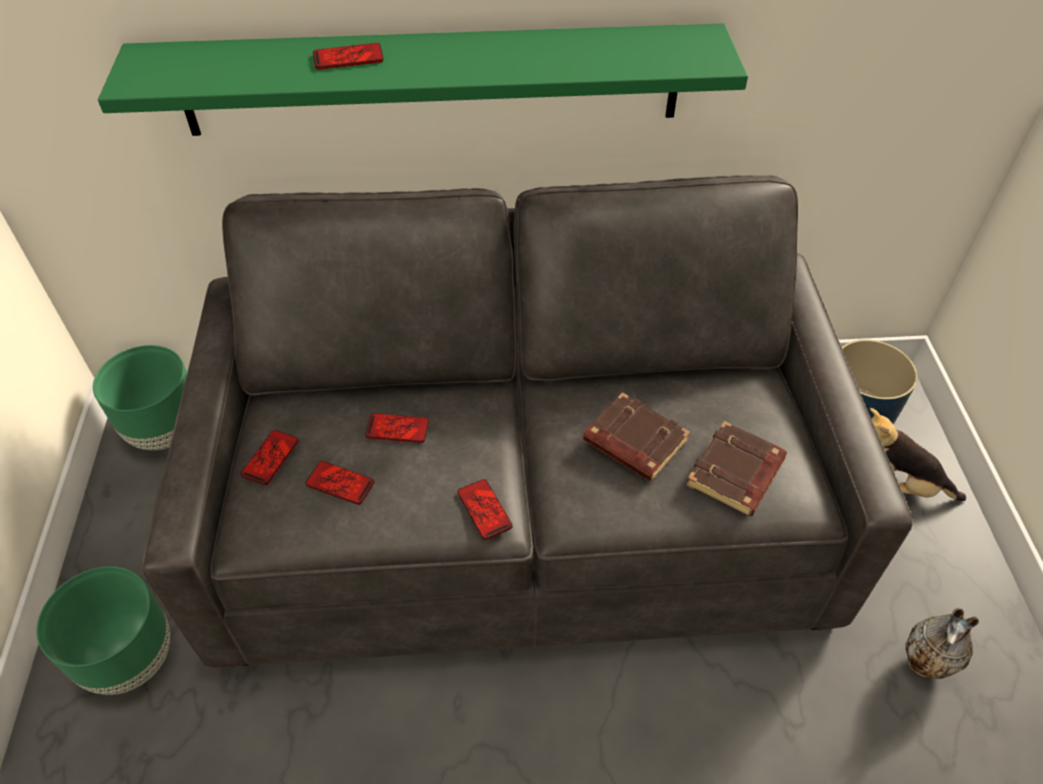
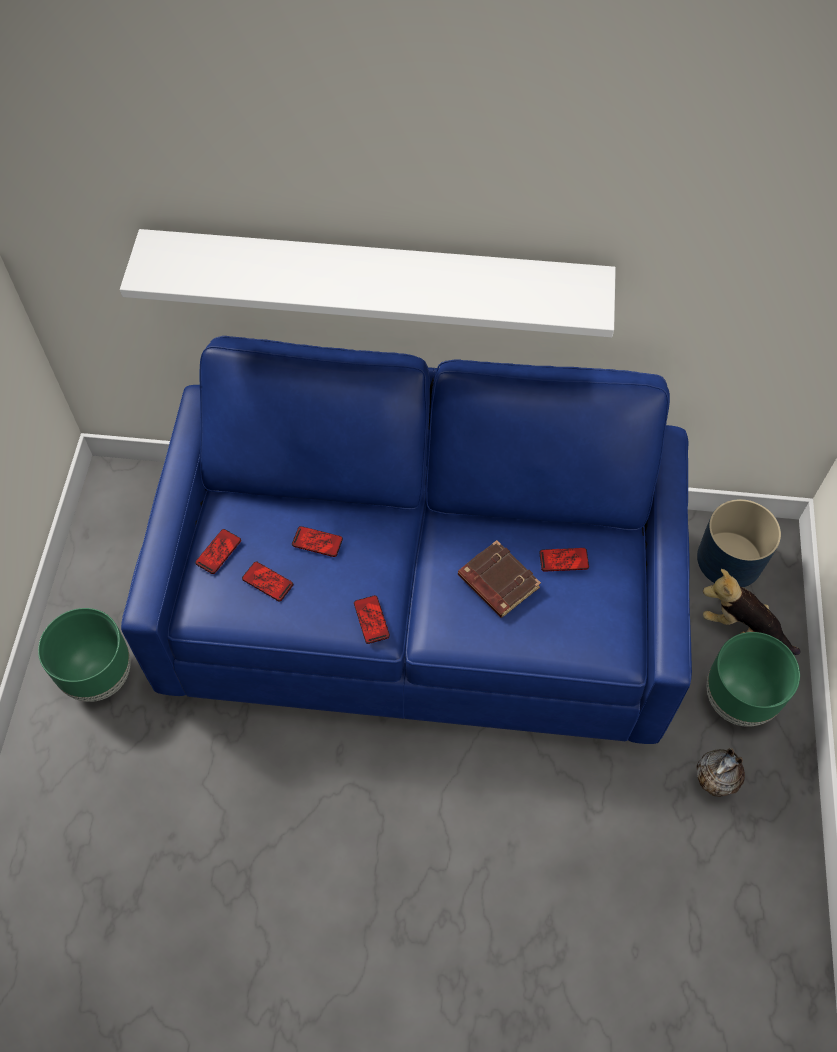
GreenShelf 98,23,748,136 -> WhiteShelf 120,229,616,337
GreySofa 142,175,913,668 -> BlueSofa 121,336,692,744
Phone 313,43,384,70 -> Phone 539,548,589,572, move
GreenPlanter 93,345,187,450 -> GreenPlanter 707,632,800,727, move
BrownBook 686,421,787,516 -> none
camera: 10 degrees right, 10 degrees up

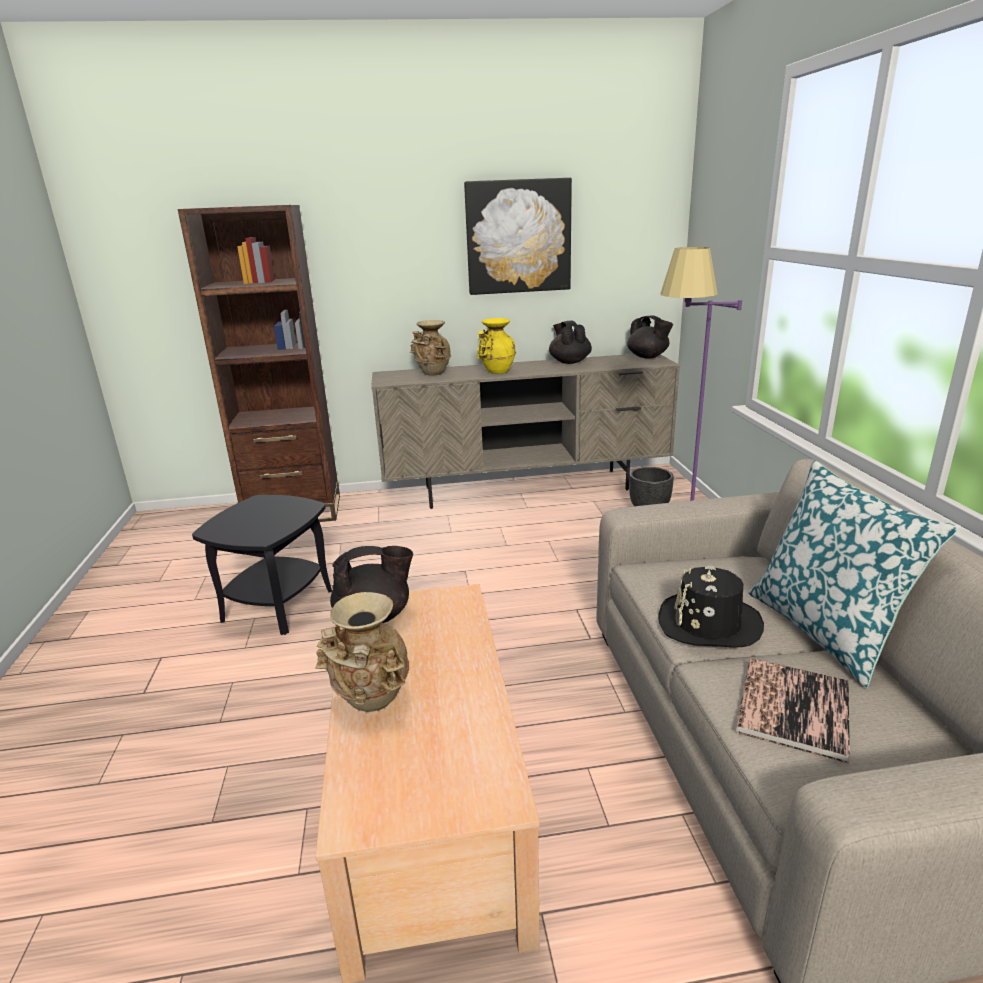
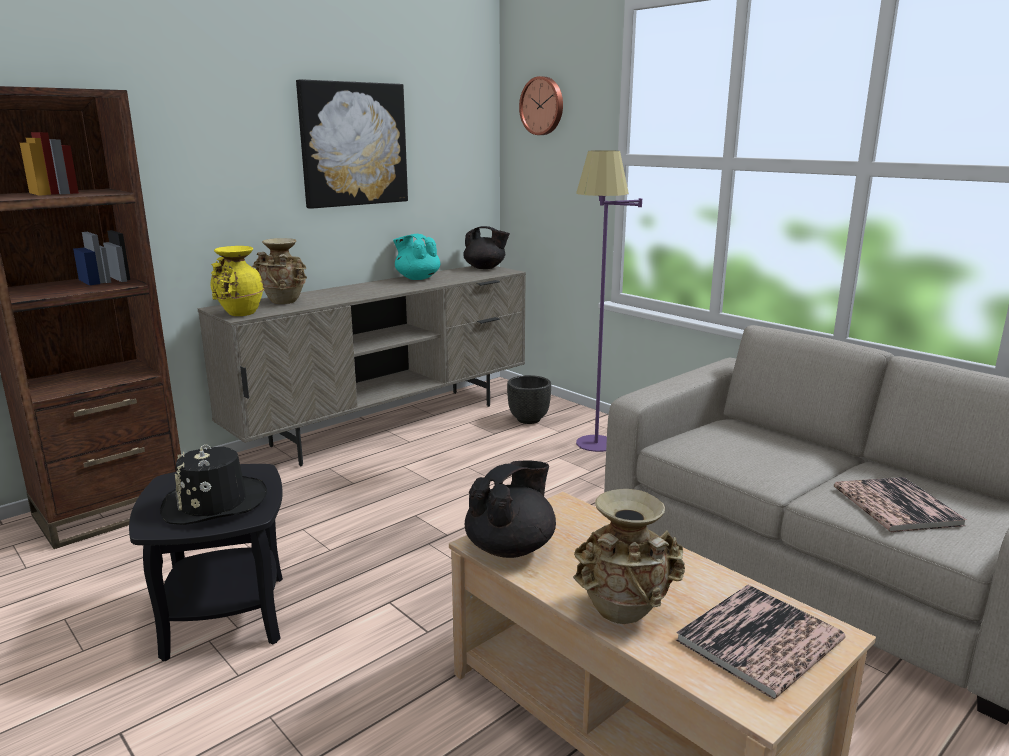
BlackHat 658,565,764,648 -> BlackHat 160,444,267,525, move
YellowVase 477,318,516,374 -> YellowVase 211,246,265,316, move
BlackTeapot 549,320,592,364 -> TurquoiseTeapot 393,234,440,280
none -> WallClock 519,76,563,135
none -> Book 676,584,845,699
Pillow 749,460,959,688 -> none
camera: 35 degrees left, 5 degrees down

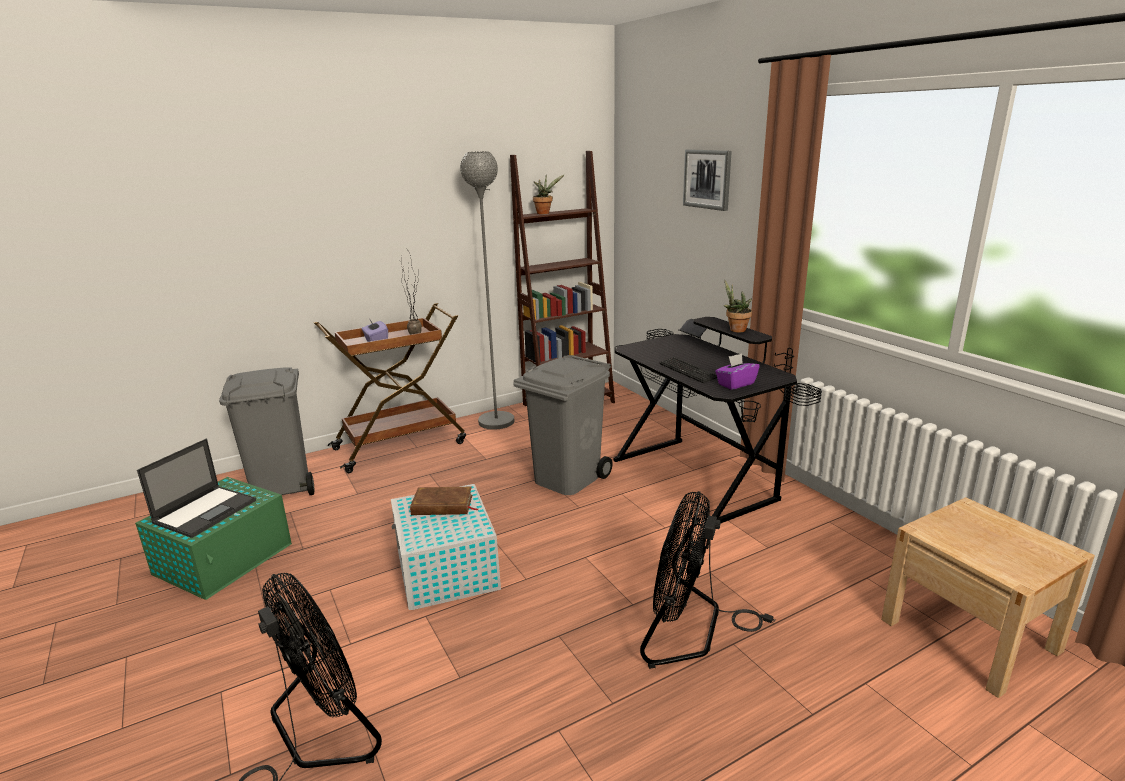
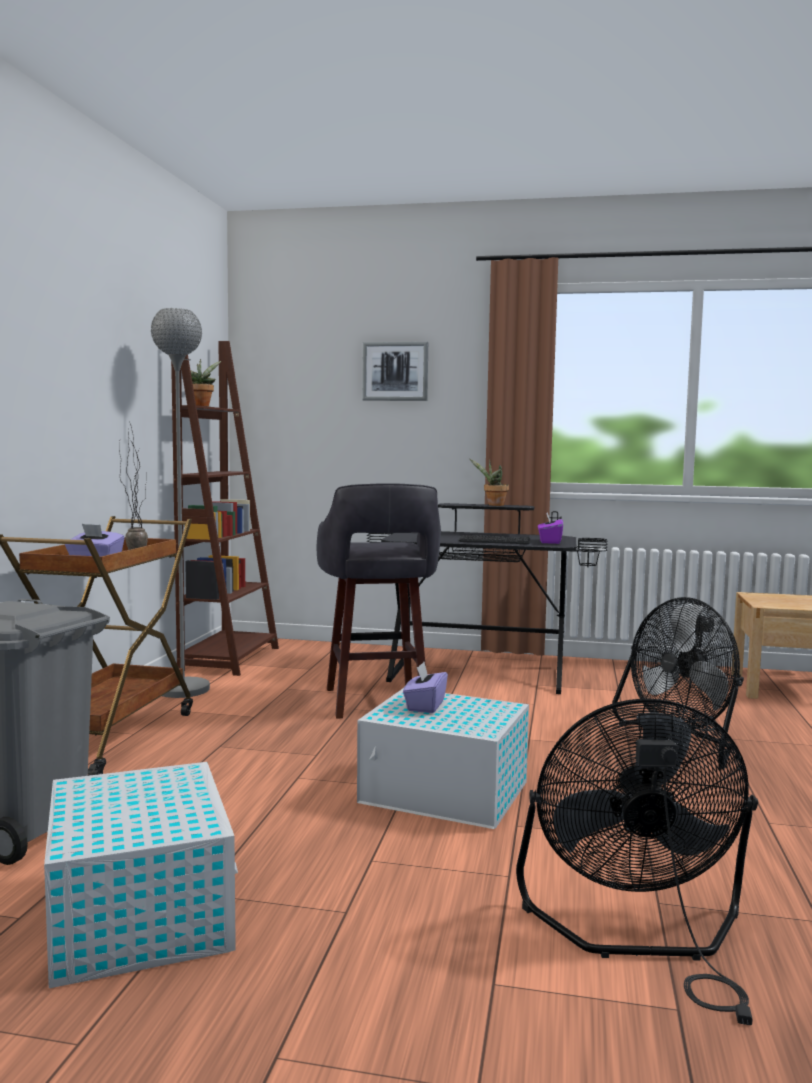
GreenStorageBox 135,477,292,600 -> WhiteStorageBox 44,762,238,988
GreyTrashCan 513,355,613,495 -> GreyStool 317,483,441,719
BrownBook 410,487,478,515 -> PurpleTissueBox 403,662,448,713
Laptop 137,438,256,538 -> none
camera: 50 degrees left, 15 degrees down

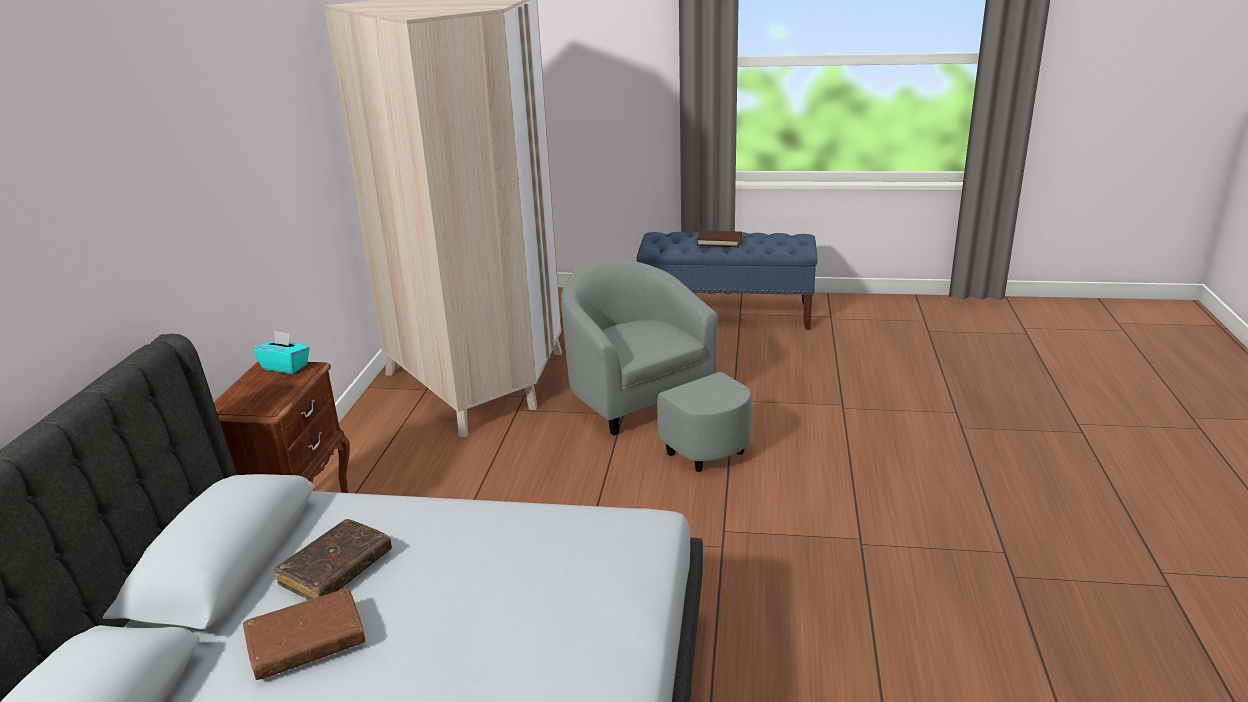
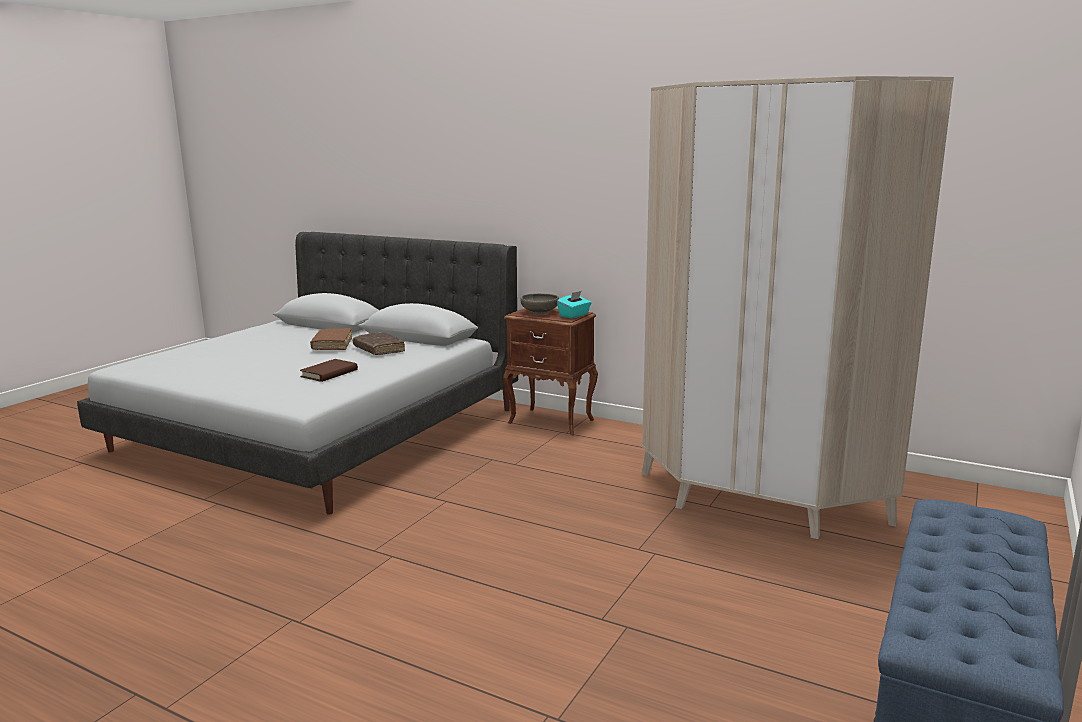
BrownBook 697,230,742,247 -> BrownBook 300,359,358,382, move
none -> GreyBowl 520,293,559,314
GreyArmchair 561,260,751,472 -> none
camera: 110 degrees right, 10 degrees down

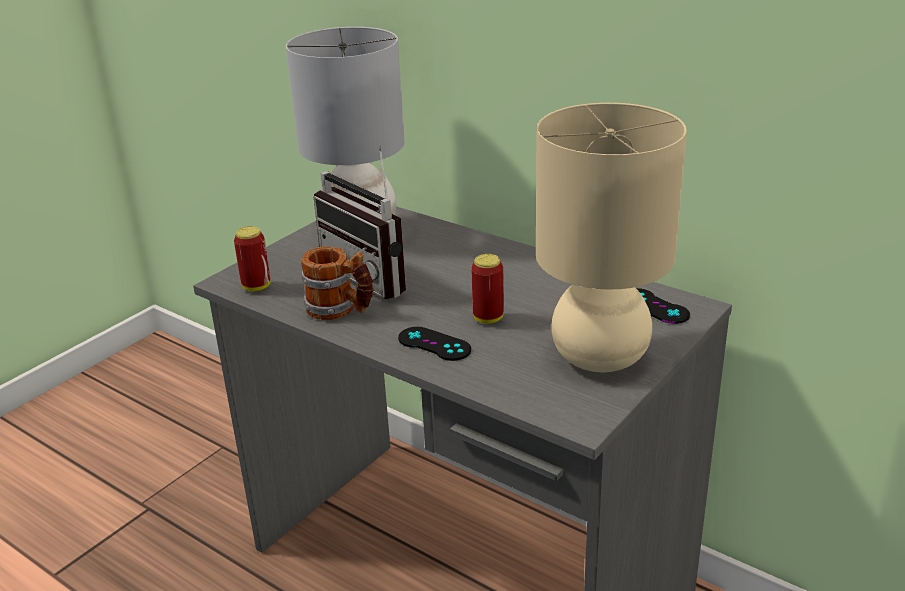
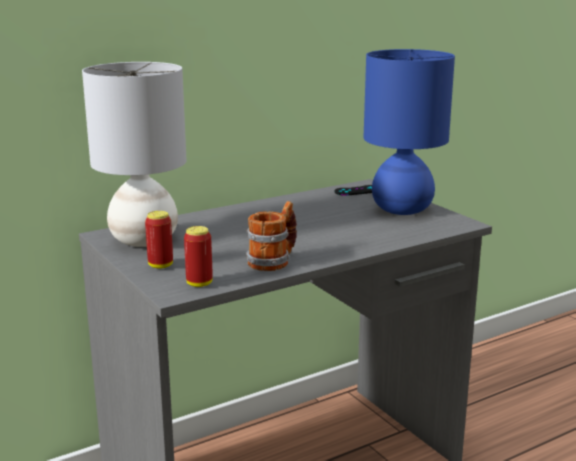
Can 471,254,504,324 -> Can 145,211,173,269, move
BeigeTableLamp 536,103,687,372 -> BlueTableLamp 363,49,455,215
Radio 314,144,406,299 -> none
BlackGameController 398,327,471,361 -> none
camera: 70 degrees left, 10 degrees down

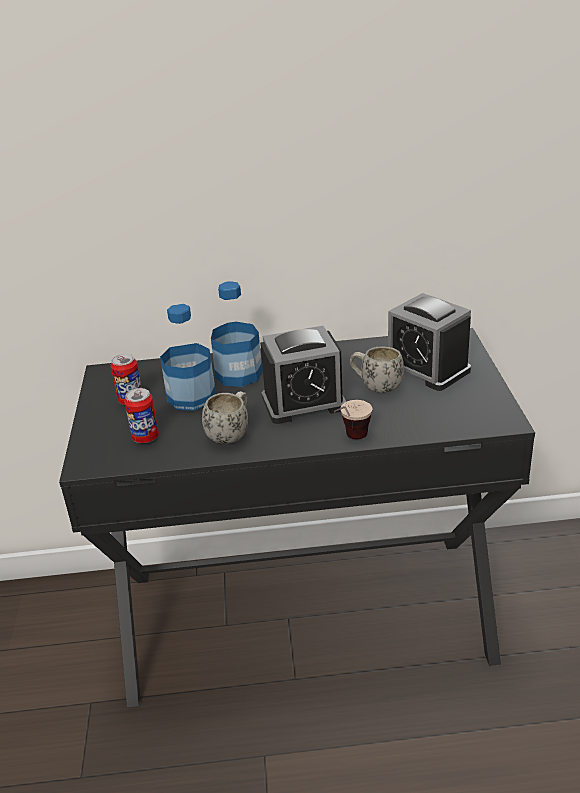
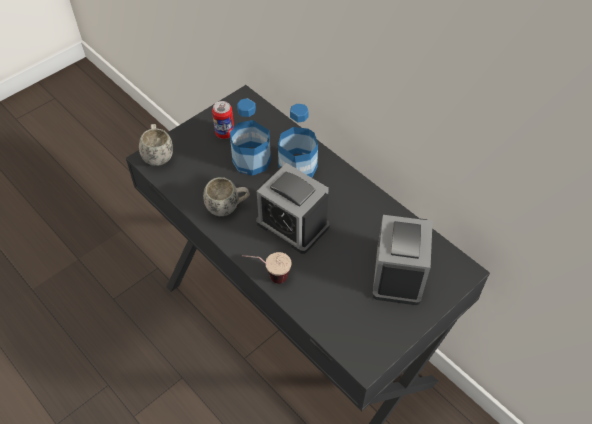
WhiteMug 350,346,404,393 -> WhiteMug 139,124,173,166, move
Can 124,388,159,443 -> none
camera: 50 degrees right, 20 degrees up

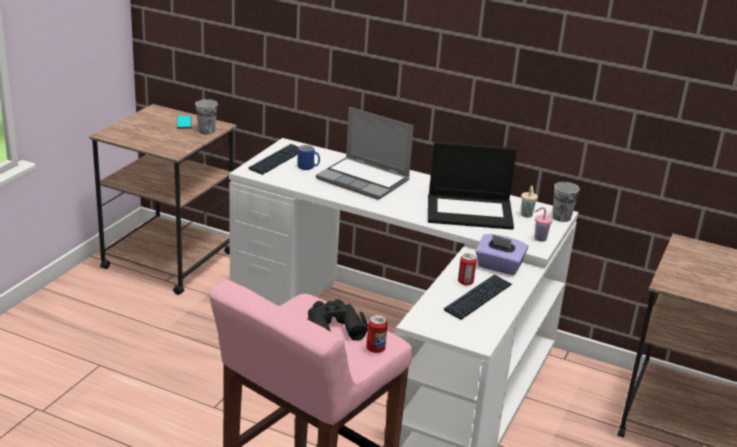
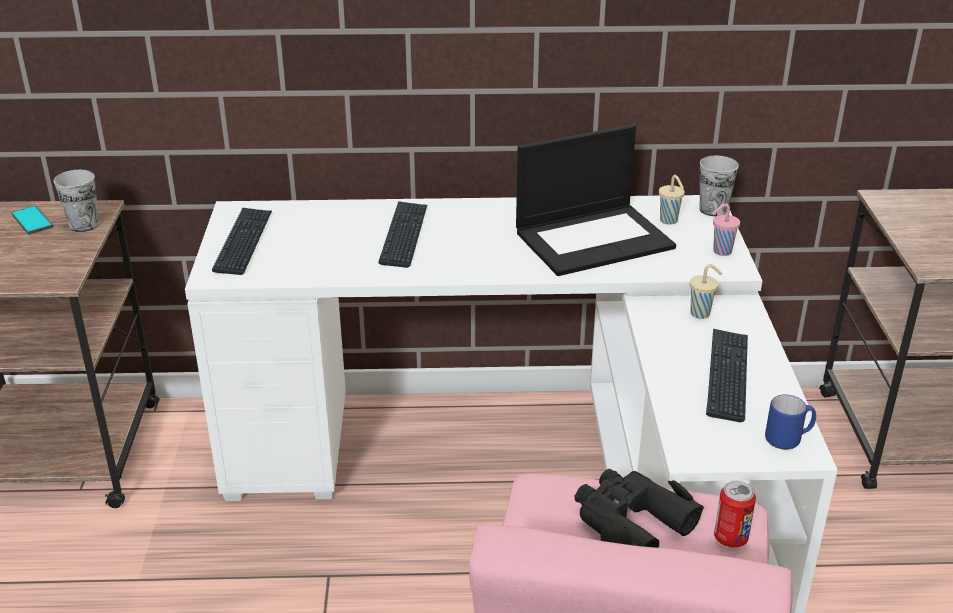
Laptop 316,107,414,200 -> Keyboard 378,201,427,268
PurpleTissueBox 475,234,528,275 -> BeigeCup 690,264,722,319
BlueMug 297,145,320,170 -> BlueMug 765,395,816,450, move
Can 458,253,477,285 -> none
camera: 25 degrees left, 5 degrees up

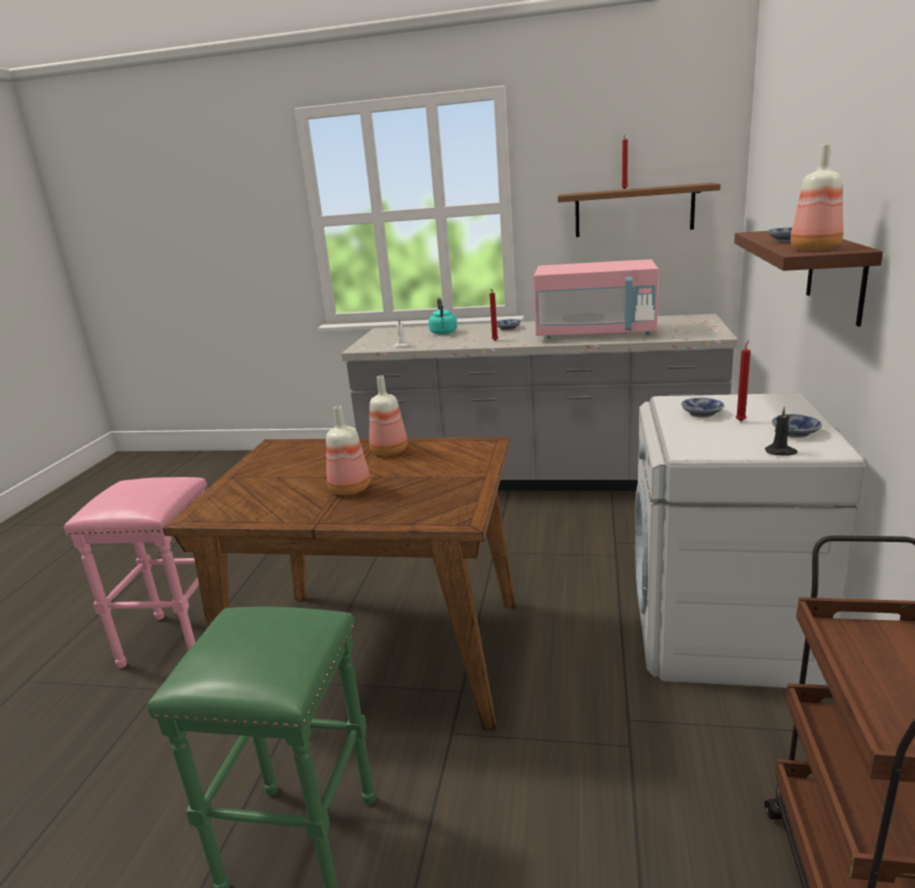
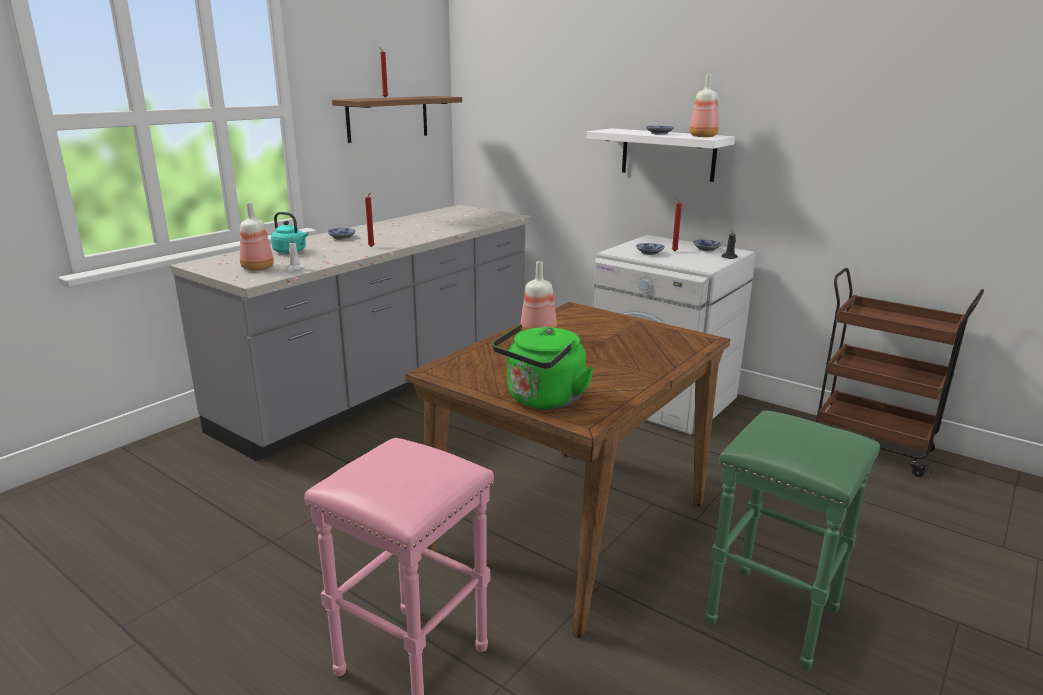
Bottle 326,406,370,495 -> Bottle 240,203,274,271, move
none -> GreenKettle 492,324,594,409
BrownShelf 734,231,883,327 -> WhiteShelf 586,128,735,182
PinkMicrowave 534,259,659,339 -> none
camera: 65 degrees left, 0 degrees up

